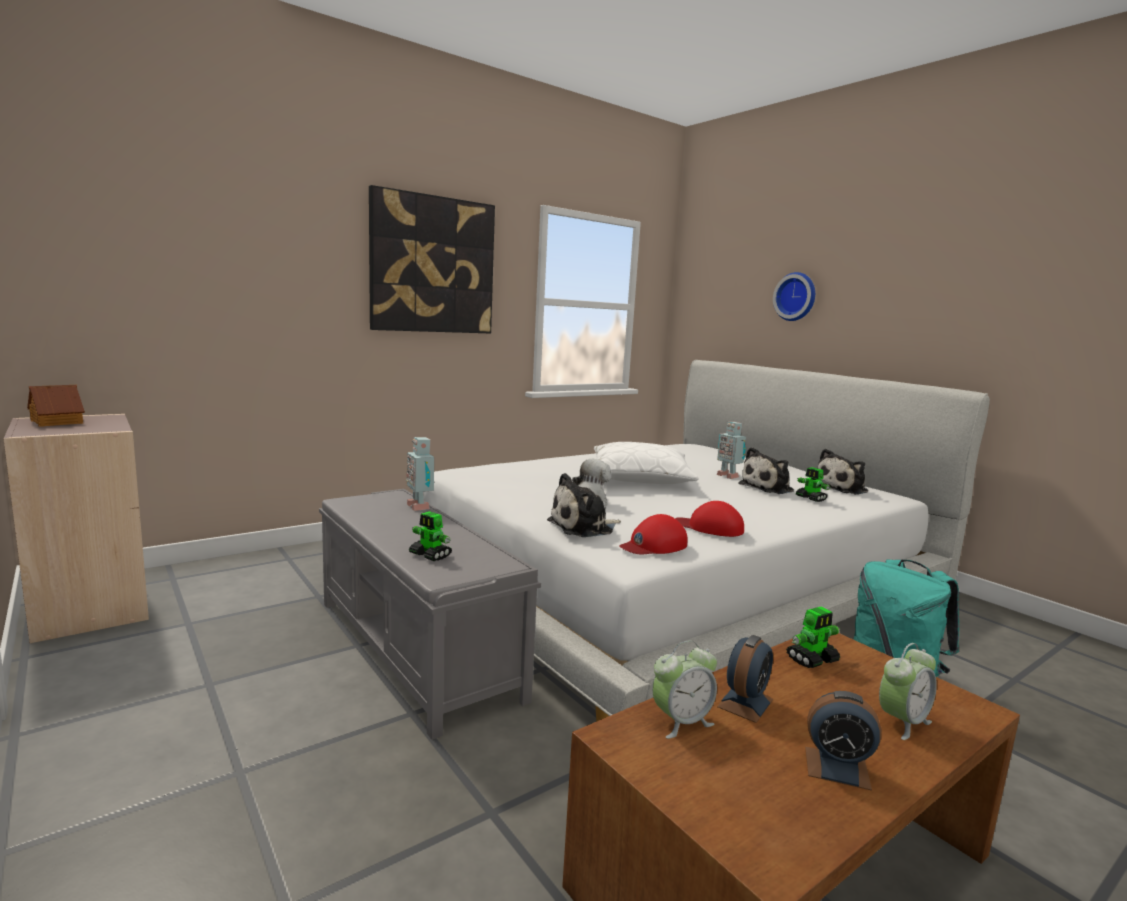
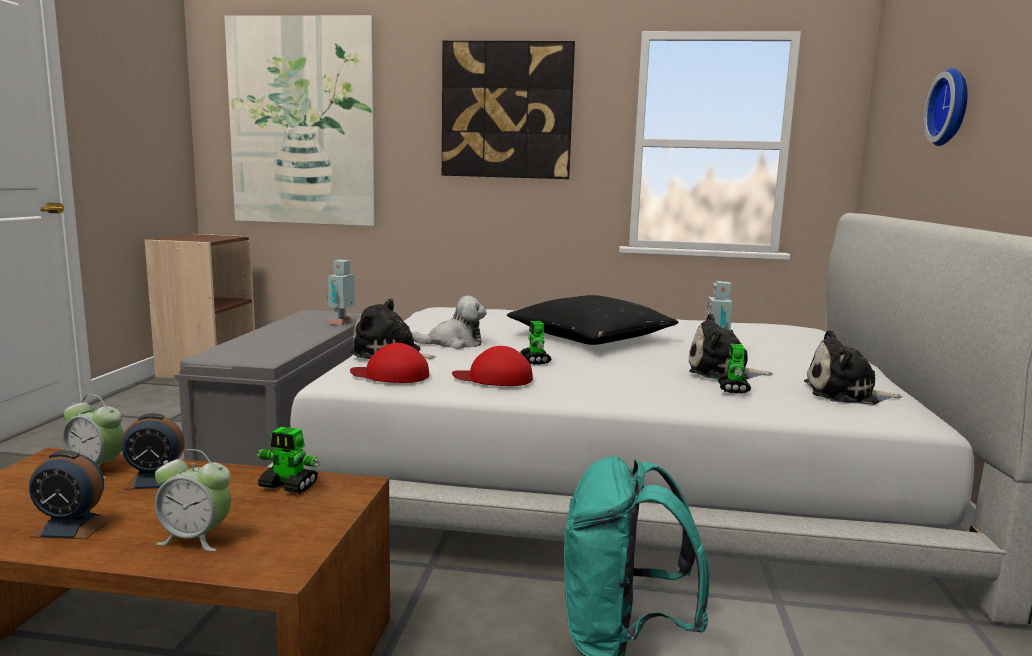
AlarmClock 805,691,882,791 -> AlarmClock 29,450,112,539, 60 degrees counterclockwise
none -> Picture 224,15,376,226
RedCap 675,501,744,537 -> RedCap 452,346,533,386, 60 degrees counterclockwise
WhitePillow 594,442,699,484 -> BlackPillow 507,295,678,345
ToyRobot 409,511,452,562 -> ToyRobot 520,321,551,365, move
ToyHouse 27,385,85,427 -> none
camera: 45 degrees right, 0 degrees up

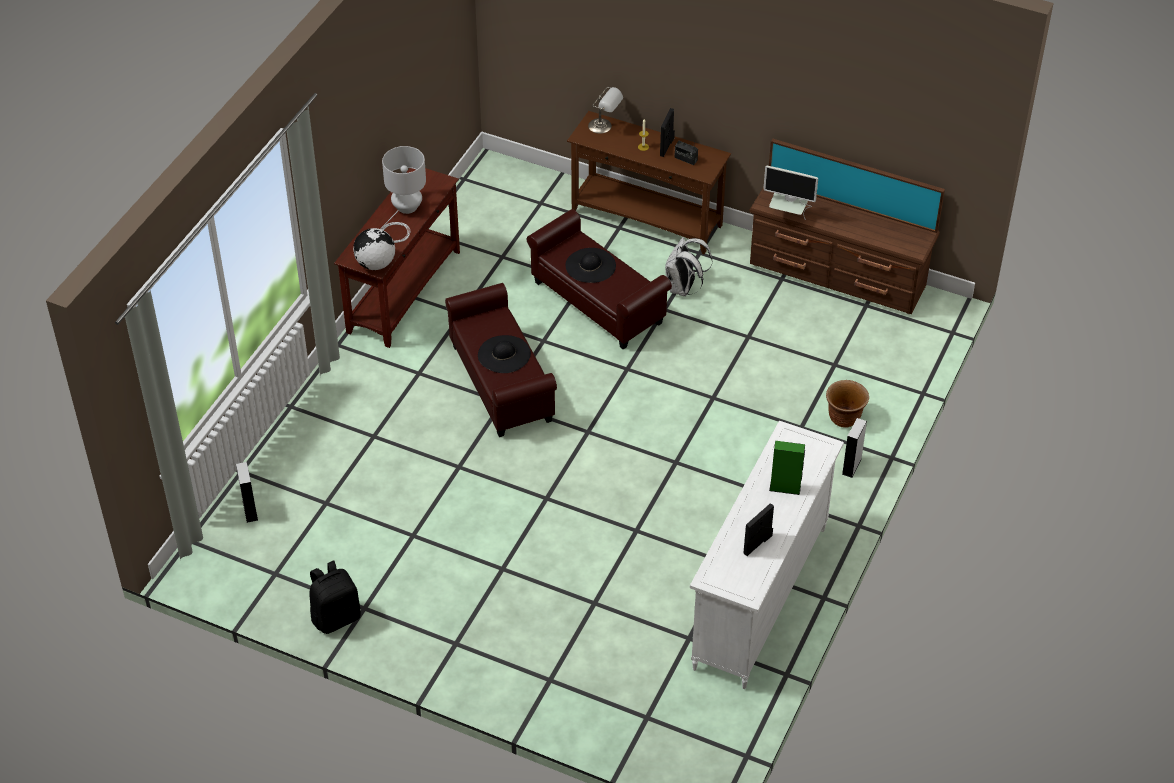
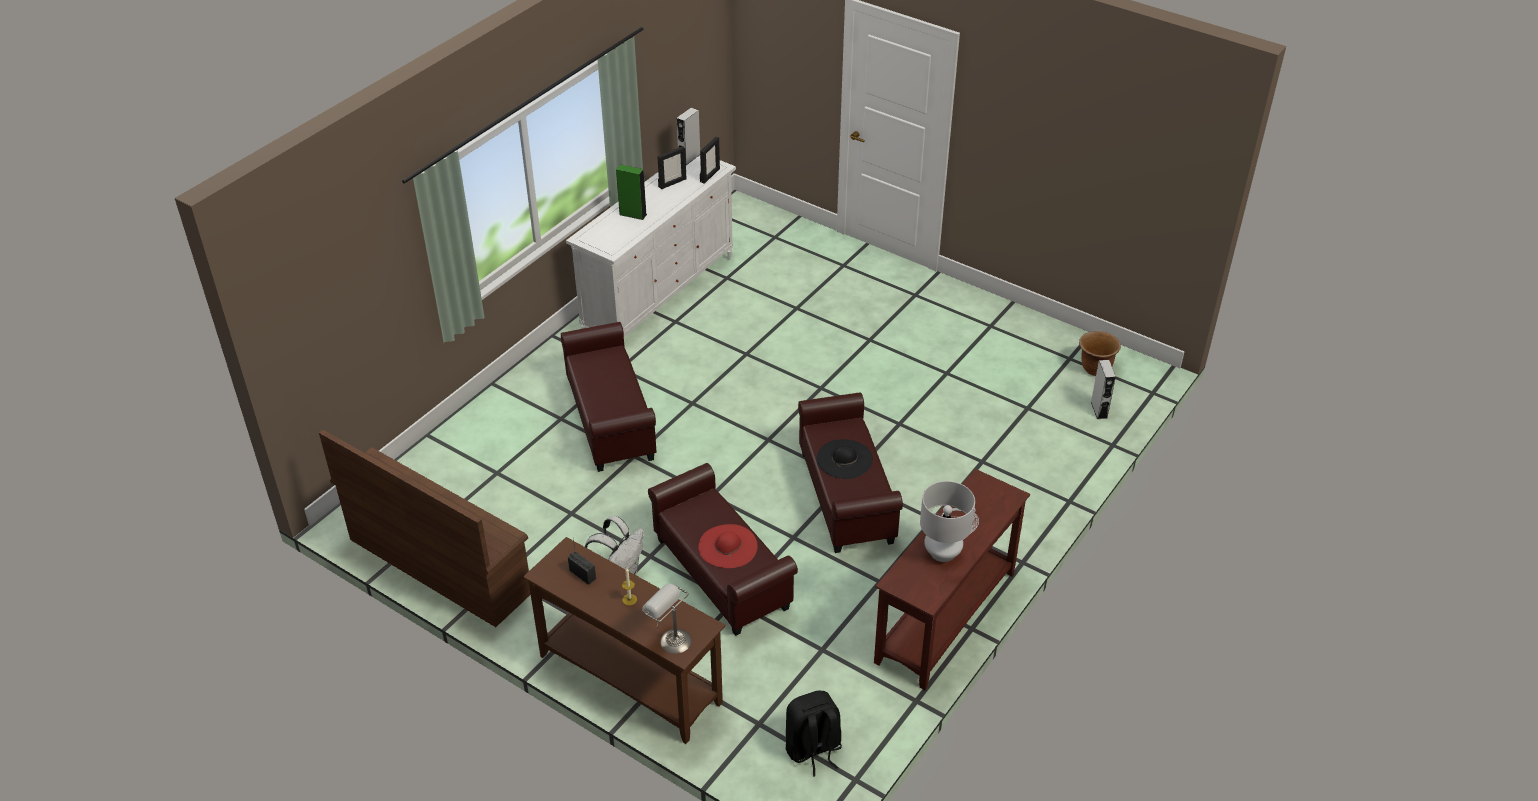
none -> BrownOttoman 561,322,657,472
GreySpeaker 842,418,867,478 -> GreySpeaker 676,107,700,165, move
BlackHat 566,248,616,283 -> RedHat 698,524,758,568
PictureFrame 660,108,675,157 -> PictureFrame 700,137,720,184, move
BlackBackpack 309,561,361,634 -> BlackBackpack 786,691,842,776, move
BrownPlanter 826,380,869,428 -> BrownPlanter 1079,331,1121,376, move
Globe 353,228,395,270 -> none
Monitor 763,166,818,220 -> none
camera: 170 degrees left, 5 degrees down

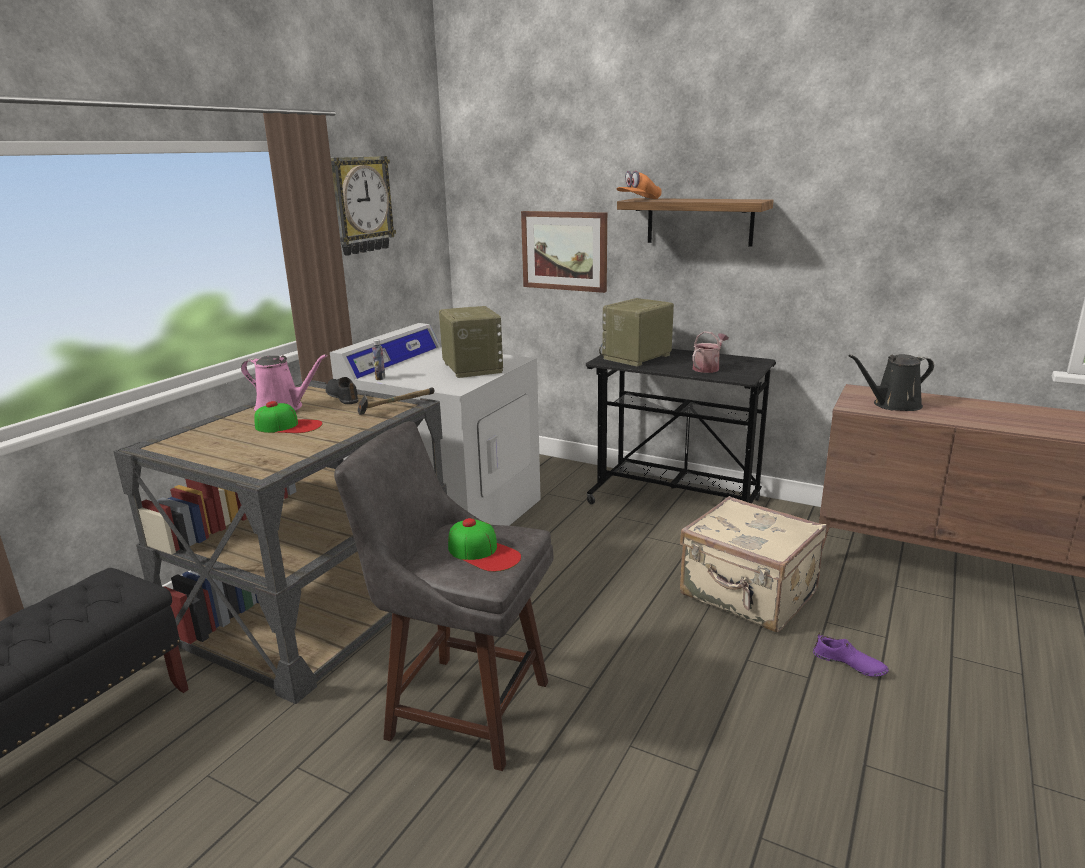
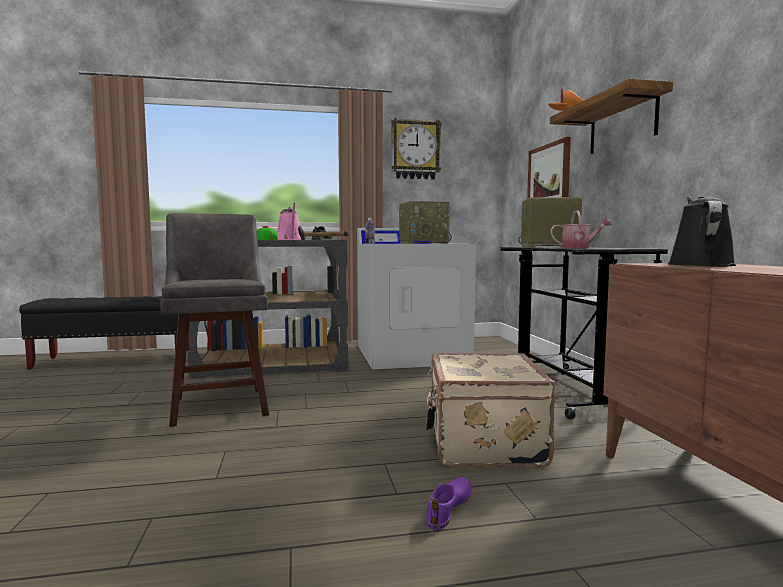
Radio 439,306,503,378 -> Radio 399,201,452,244, 45 degrees clockwise
PurpleShoe 813,633,889,677 -> PurpleShoe 425,477,471,530, 150 degrees counterclockwise
BlackWateringCan 849,354,934,411 -> BlackWateringCan 668,197,736,267, 75 degrees clockwise
Cap 448,518,521,572 -> none
camera: 50 degrees right, 15 degrees down

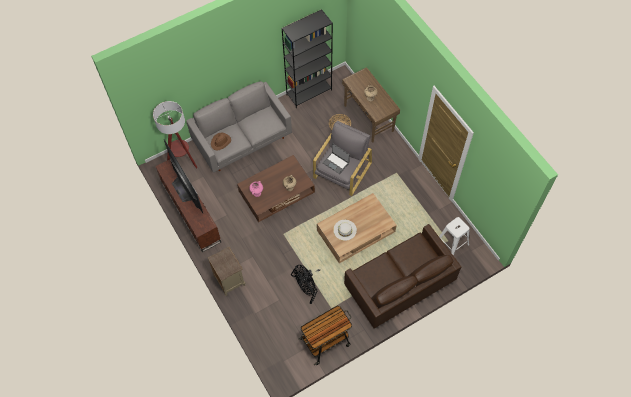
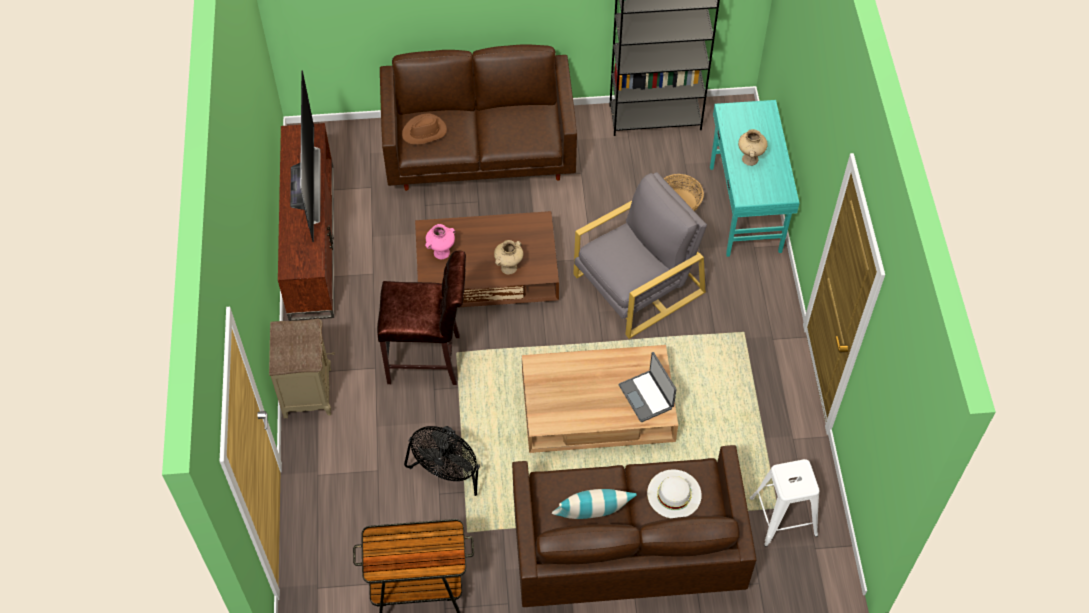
none -> BrownStool 377,251,466,385
GreySofa 186,81,292,173 -> BrownSofa 380,44,577,191
BlackFan 291,265,320,304 -> BlackFan 404,426,480,496, 60 degrees counterclockwise
none -> Pillow 552,489,637,519
Laptop 323,144,350,174 -> Laptop 619,352,677,422, move
WhiteHat 333,220,357,241 -> WhiteHat 647,469,702,518, move
BrownConsoleTable 342,67,400,143 -> TurquoiseConsoleTable 710,100,799,257
FloorLamp 153,101,198,168 -> none
camera: 25 degrees right, 5 degrees down

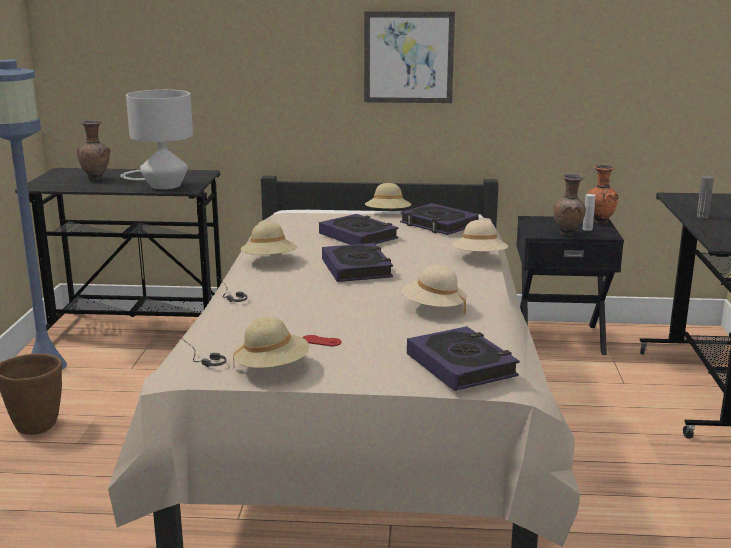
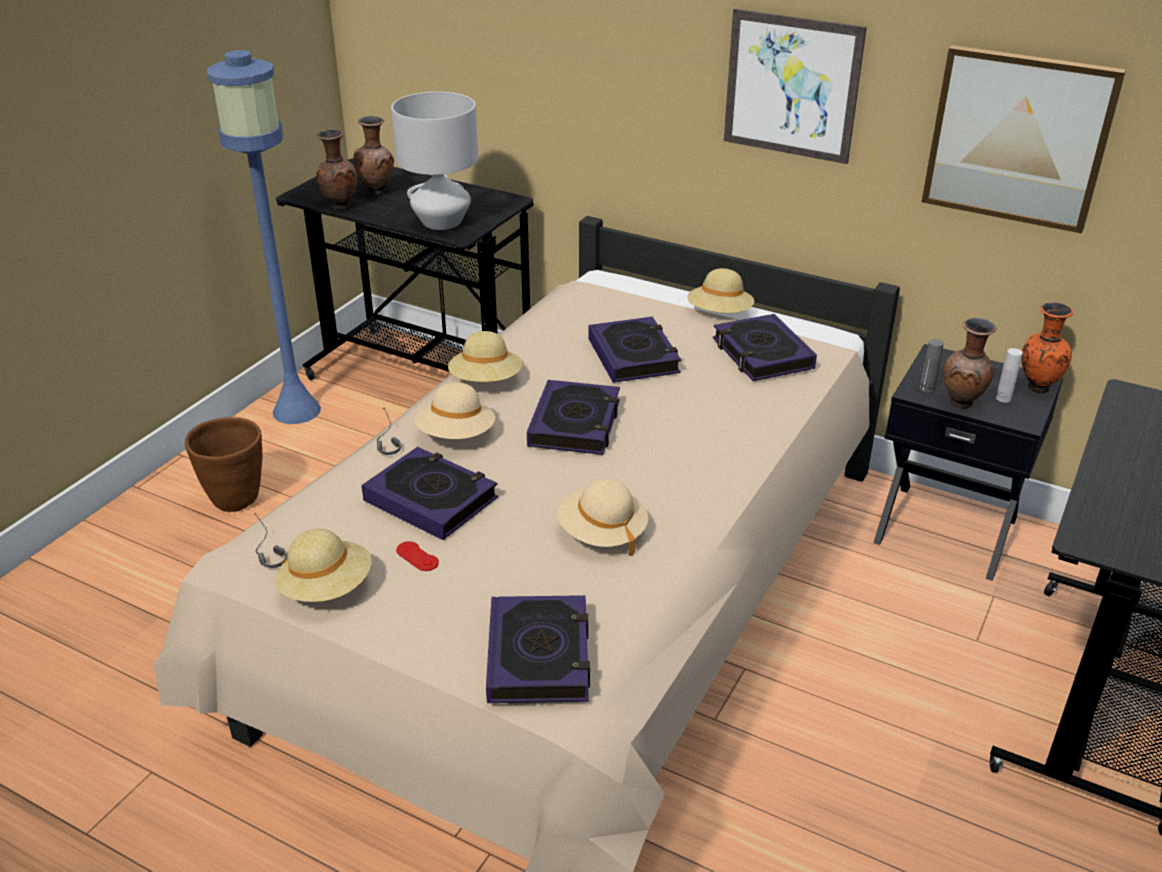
none -> BrownVase 316,129,357,210
none -> Book 361,447,498,540
BeigeHat 452,220,508,252 -> BeigeHat 414,382,495,439, move
GreyBottle 697,176,714,219 -> GreyBottle 919,339,944,393, move
none -> Picture 922,45,1126,234
camera: 25 degrees right, 15 degrees up

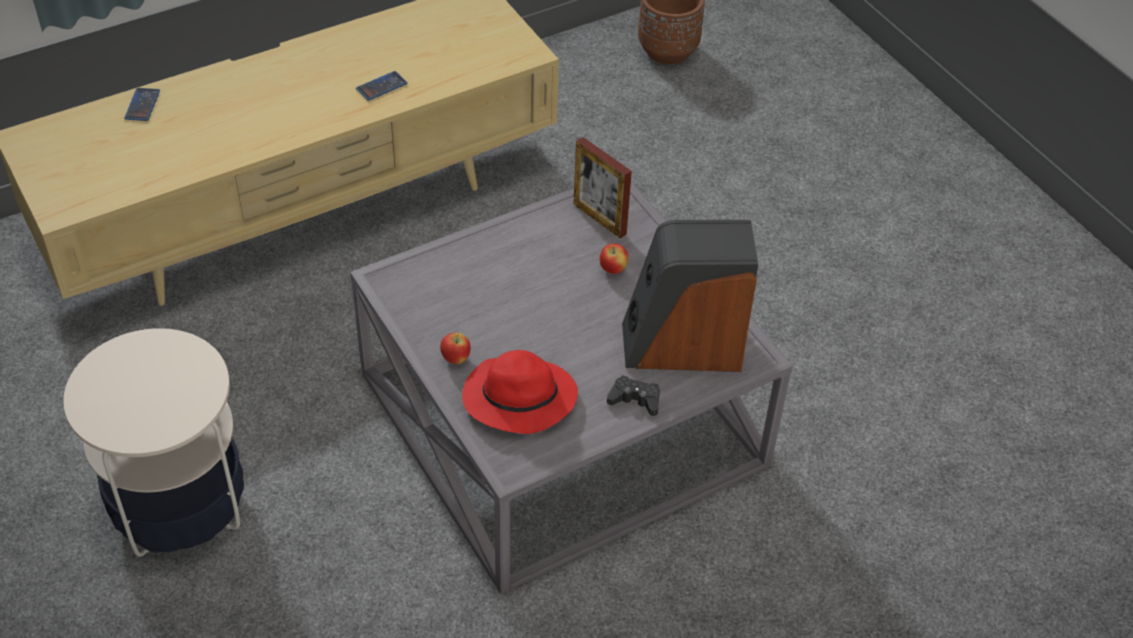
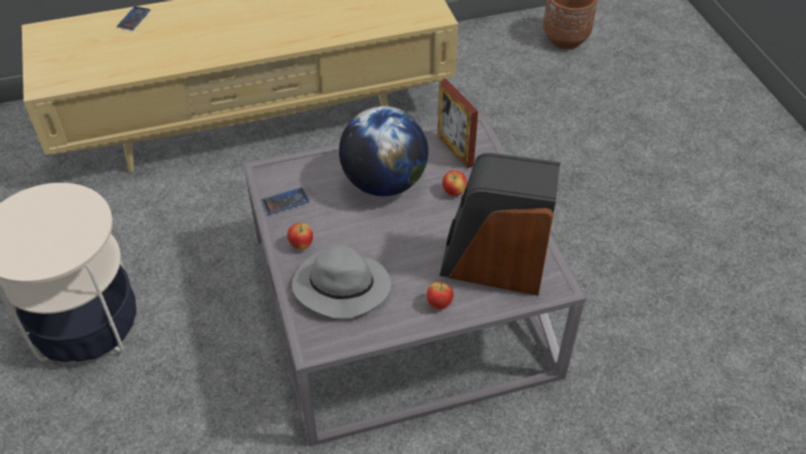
Phone 356,71,407,101 -> Phone 261,187,310,215, move
RedHat 462,350,578,434 -> GreyHat 292,245,391,319
none -> Globe 339,106,429,196
BlackGameController 607,376,660,416 -> Apple 427,282,454,310
camera: 15 degrees right, 0 degrees up

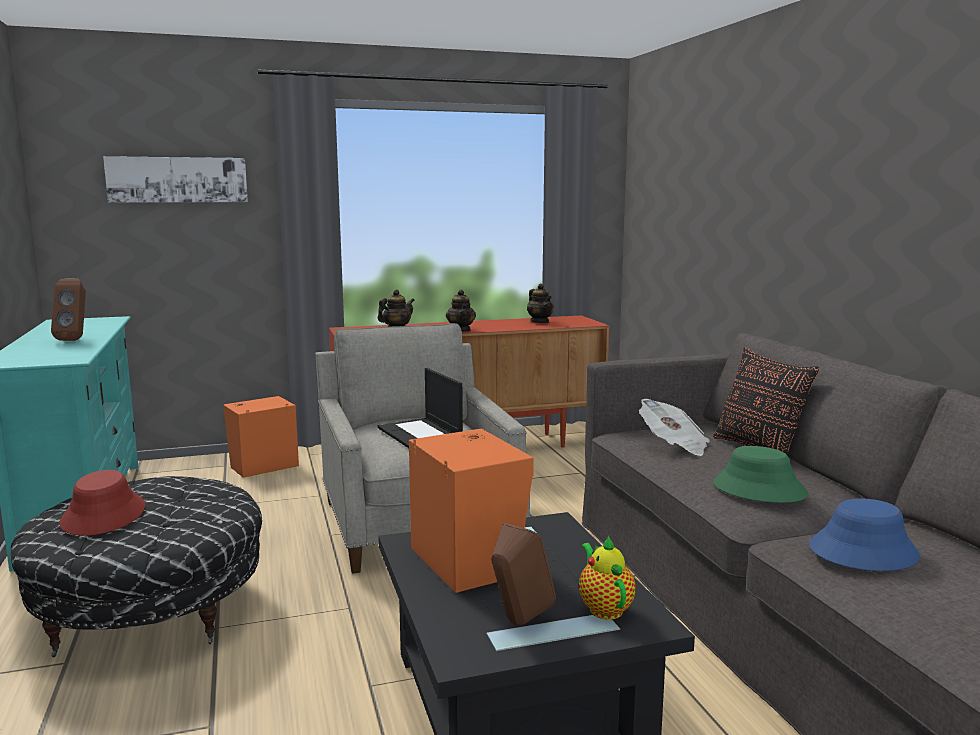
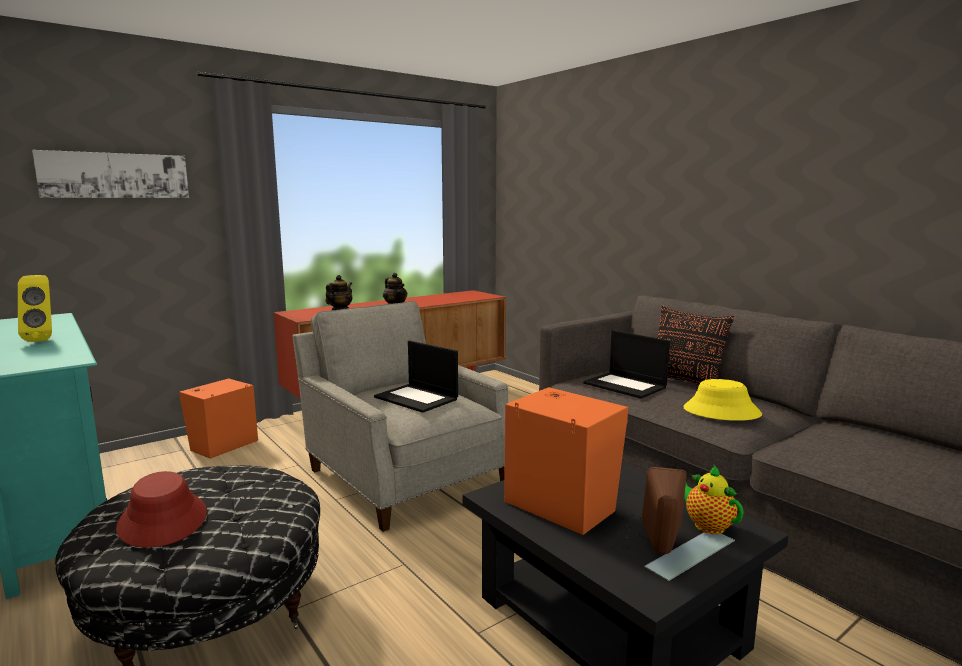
BrownSpeaker 51,278,86,341 -> YellowSpeaker 18,275,52,342
Newspaper 639,399,710,456 -> Laptop 583,330,670,399
GreenHat 713,446,808,503 -> YellowHat 683,379,762,421
Teapot 527,284,554,323 -> none
BlueHat 809,498,920,571 -> none
camera: 20 degrees left, 0 degrees up

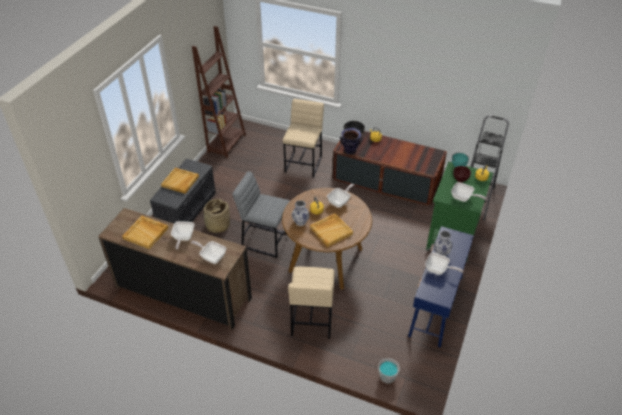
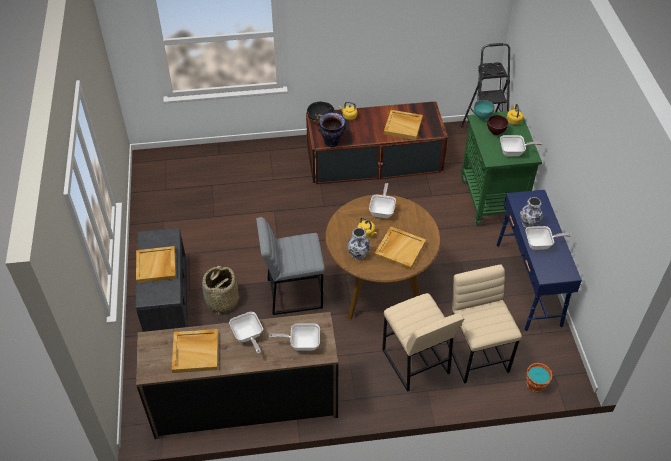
none -> BeigeTray 384,110,423,140
BeigeChair 283,99,324,178 -> BeigeChair 446,264,522,384, move
GreyBucket 378,358,400,384 -> OrangeBucket 526,363,553,392
BrownBookcase 192,26,246,158 -> none
camera: 30 degrees left, 5 degrees up

